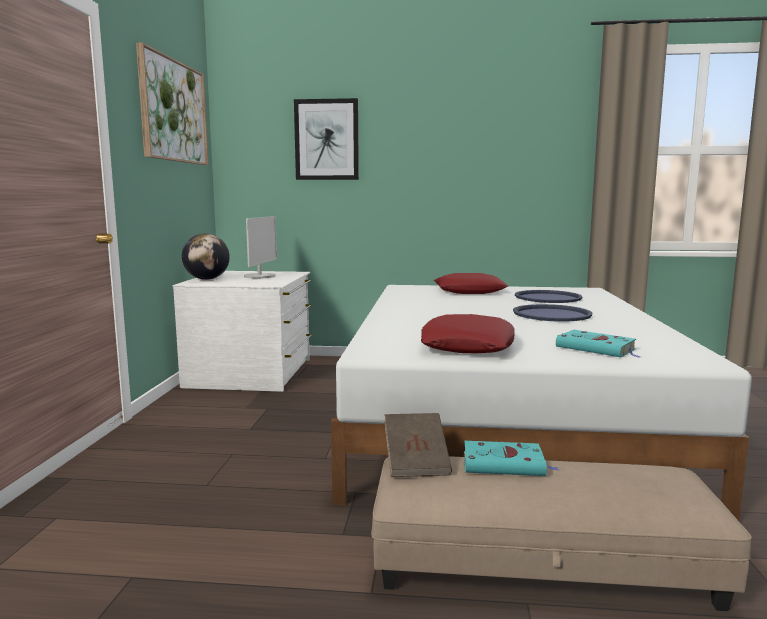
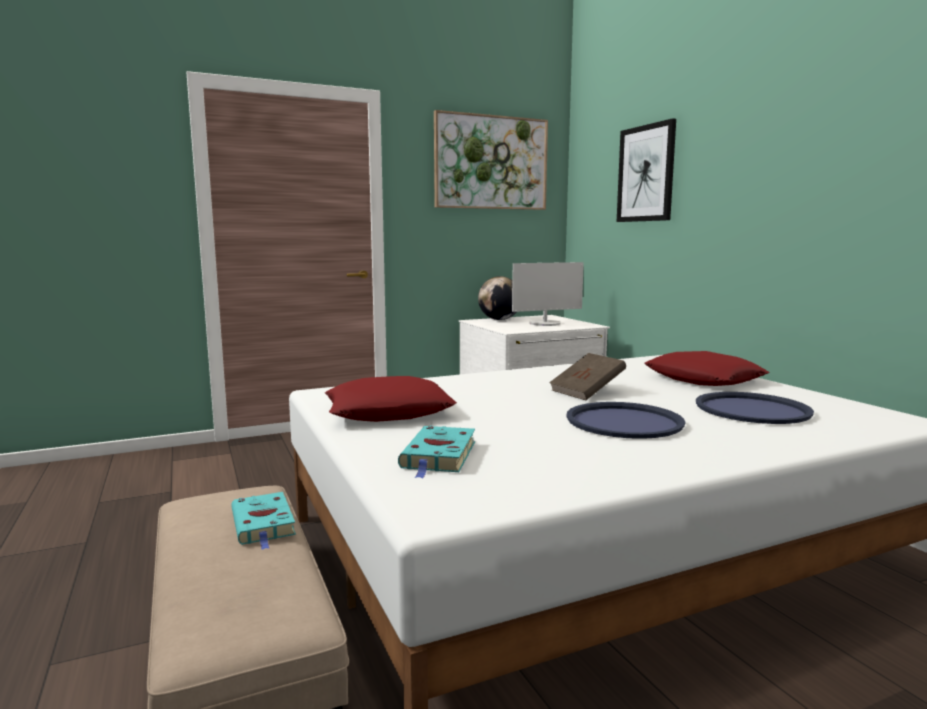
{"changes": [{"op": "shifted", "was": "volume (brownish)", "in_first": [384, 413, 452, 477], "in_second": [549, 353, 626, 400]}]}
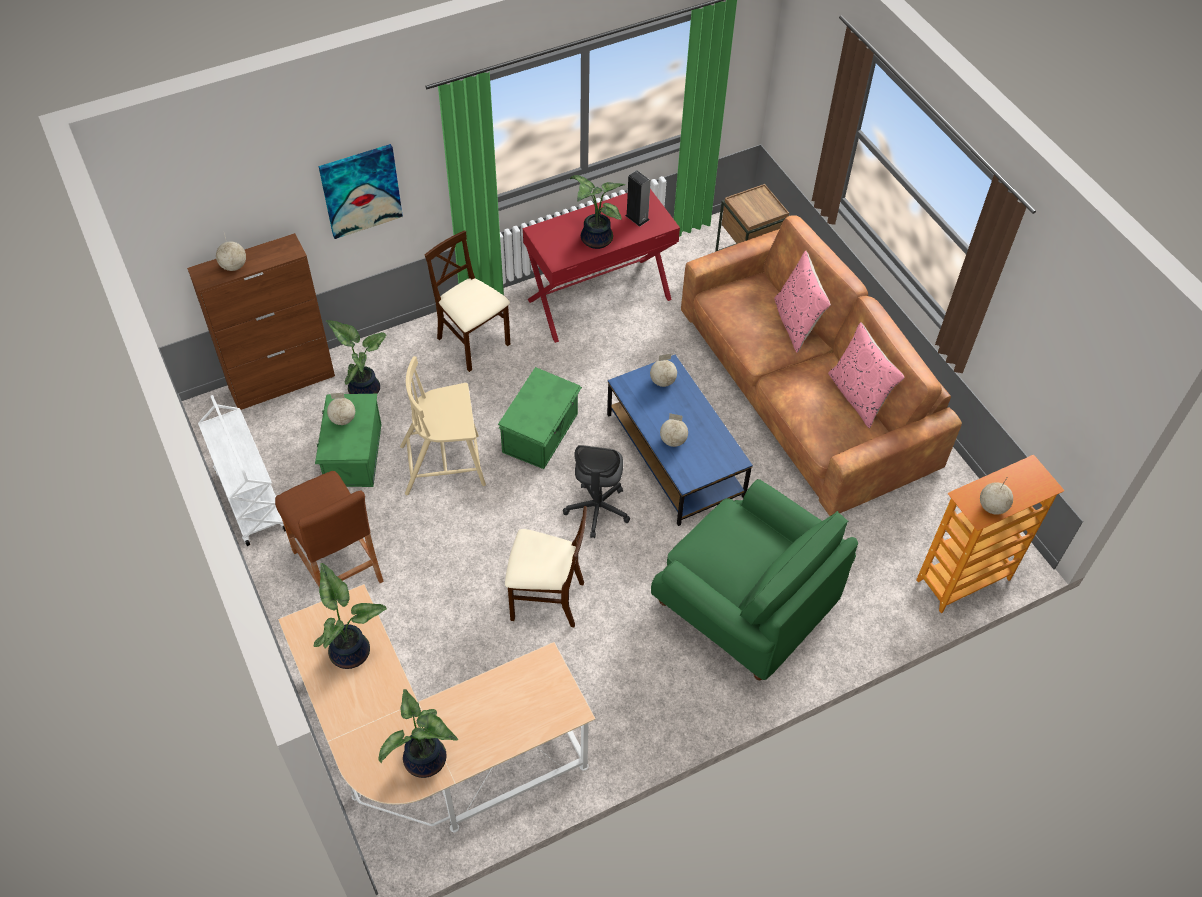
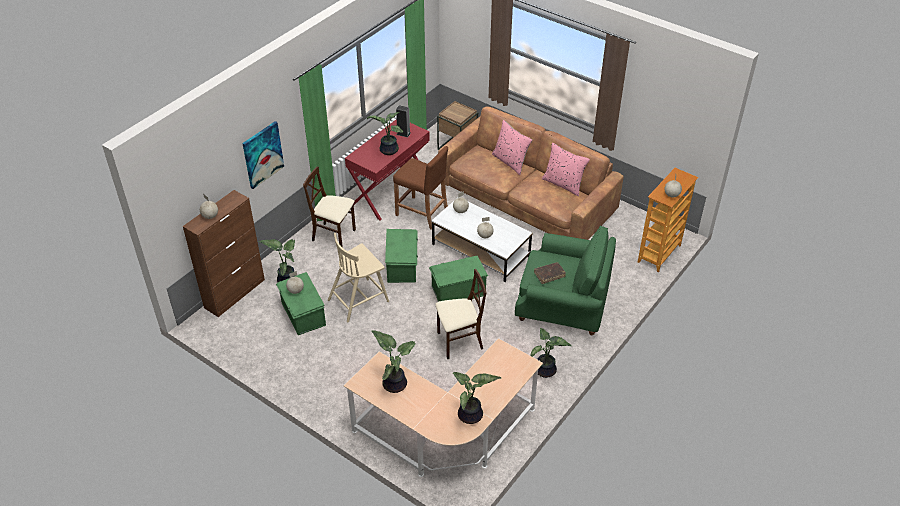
{"changes": [{"op": "gone", "was": "trolley (white-coloured)", "in_first": [198, 395, 286, 546]}, {"op": "shifted", "was": "stool seat (brownish)", "in_first": [275, 471, 384, 588], "in_second": [393, 146, 448, 230]}, {"op": "swapped", "was": "office chair (greyish)", "now": "storage container (green-coloured)", "in_first": [563, 445, 630, 538], "in_second": [429, 256, 488, 302]}, {"op": "repainted", "was": "low table (bluish)", "now": "low table (white-coloured)", "in_first": [607, 355, 753, 526], "in_second": [431, 197, 533, 282]}, {"op": "new", "now": "plant in a pot", "in_second": [530, 328, 572, 378]}, {"op": "new", "now": "volume (brownish)", "in_second": [534, 262, 566, 284]}]}
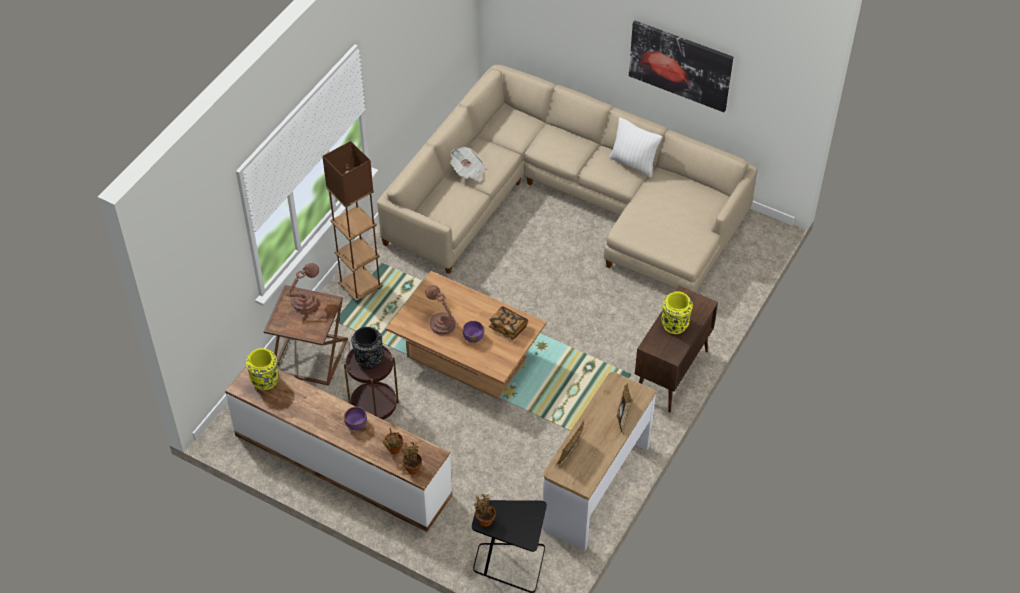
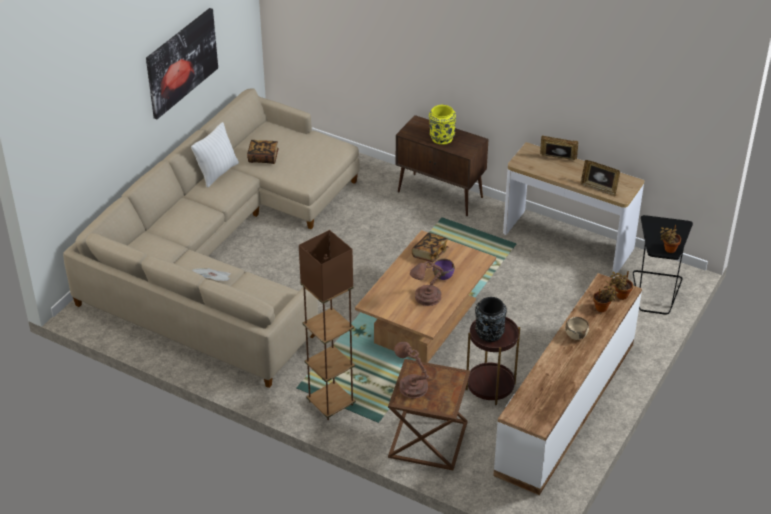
{"changes": [{"op": "gone", "was": "decorative vase (yellow-coloured)", "in_first": [246, 348, 279, 390]}, {"op": "repainted", "was": "deep dish (purplish)", "now": "deep dish (beige)", "in_first": [344, 407, 367, 430], "in_second": [565, 317, 589, 340]}, {"op": "new", "now": "volume", "in_second": [247, 140, 279, 164]}]}
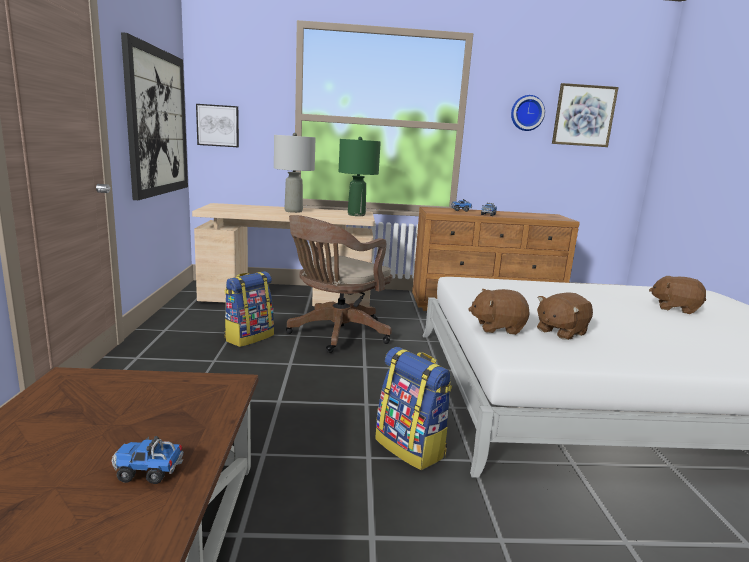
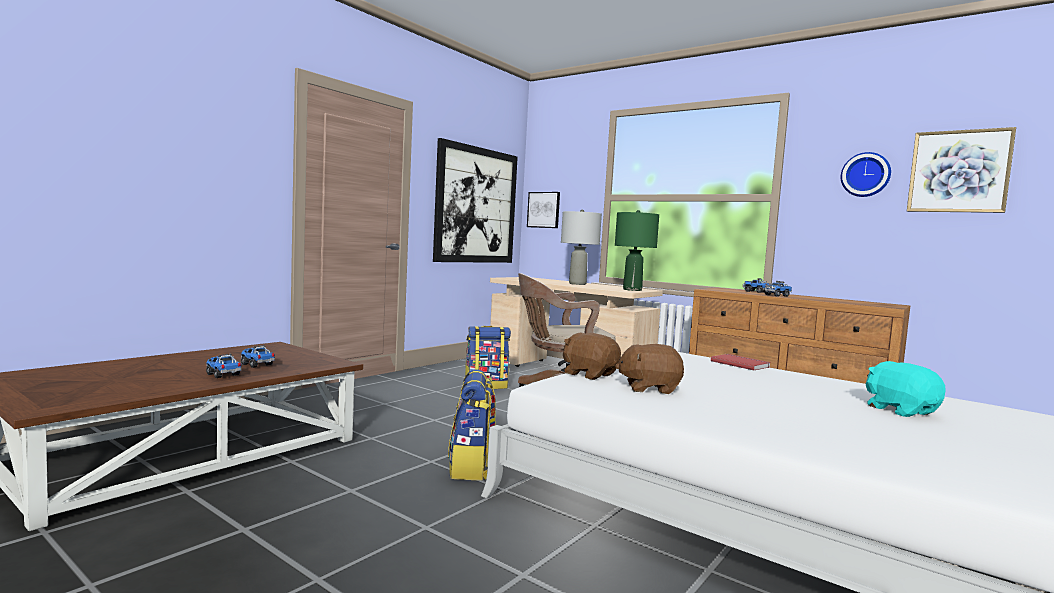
{"changes": [{"op": "repainted", "was": "plush toy (brownish)", "now": "plush toy (turquoise)", "in_first": [649, 276, 706, 314], "in_second": [866, 361, 946, 417]}, {"op": "new", "now": "toy truck", "in_second": [241, 345, 275, 368]}, {"op": "new", "now": "volume (red-coloured)", "in_second": [711, 354, 771, 370]}]}
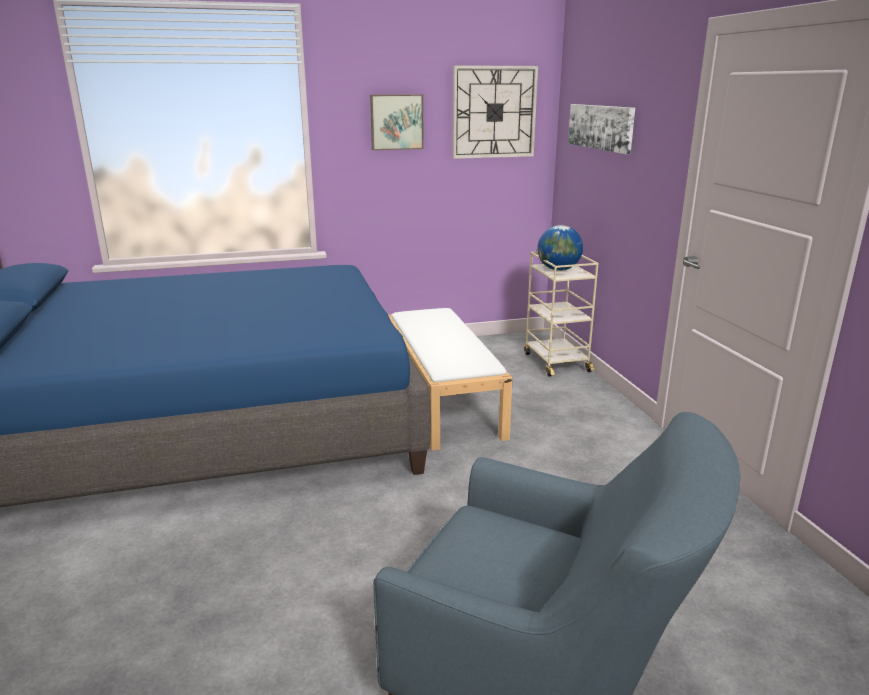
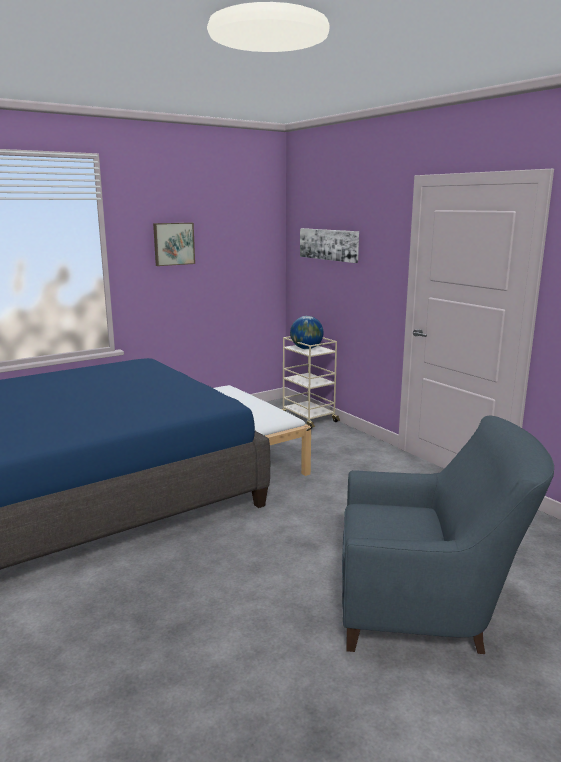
{"changes": [{"op": "gone", "was": "clock on the wall", "in_first": [453, 65, 538, 159]}]}
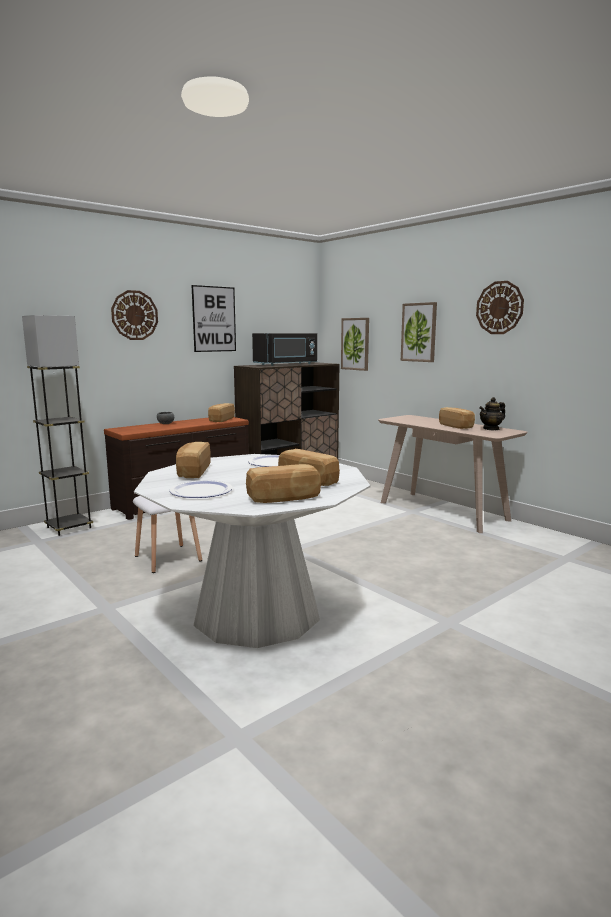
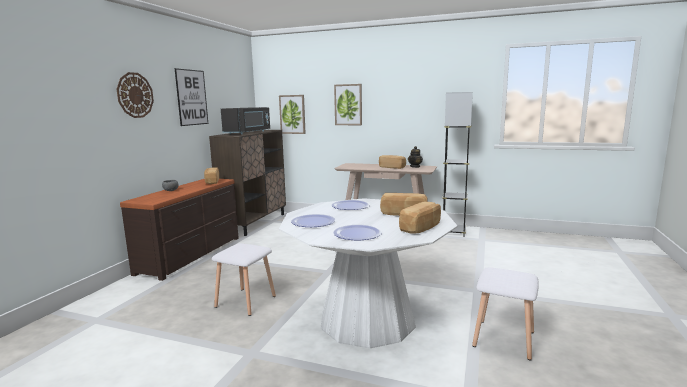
{"changes": [{"op": "shifted", "was": "standard lamp (greyish)", "in_first": [22, 315, 93, 536], "in_second": [442, 92, 473, 237]}, {"op": "swapped", "was": "bakery bread", "now": "dinner plate", "in_first": [176, 442, 211, 478], "in_second": [291, 214, 335, 227]}, {"op": "gone", "was": "clock on the wall", "in_first": [476, 281, 524, 334]}, {"op": "new", "now": "stool seat (white-coloured)", "in_second": [472, 267, 539, 360]}]}
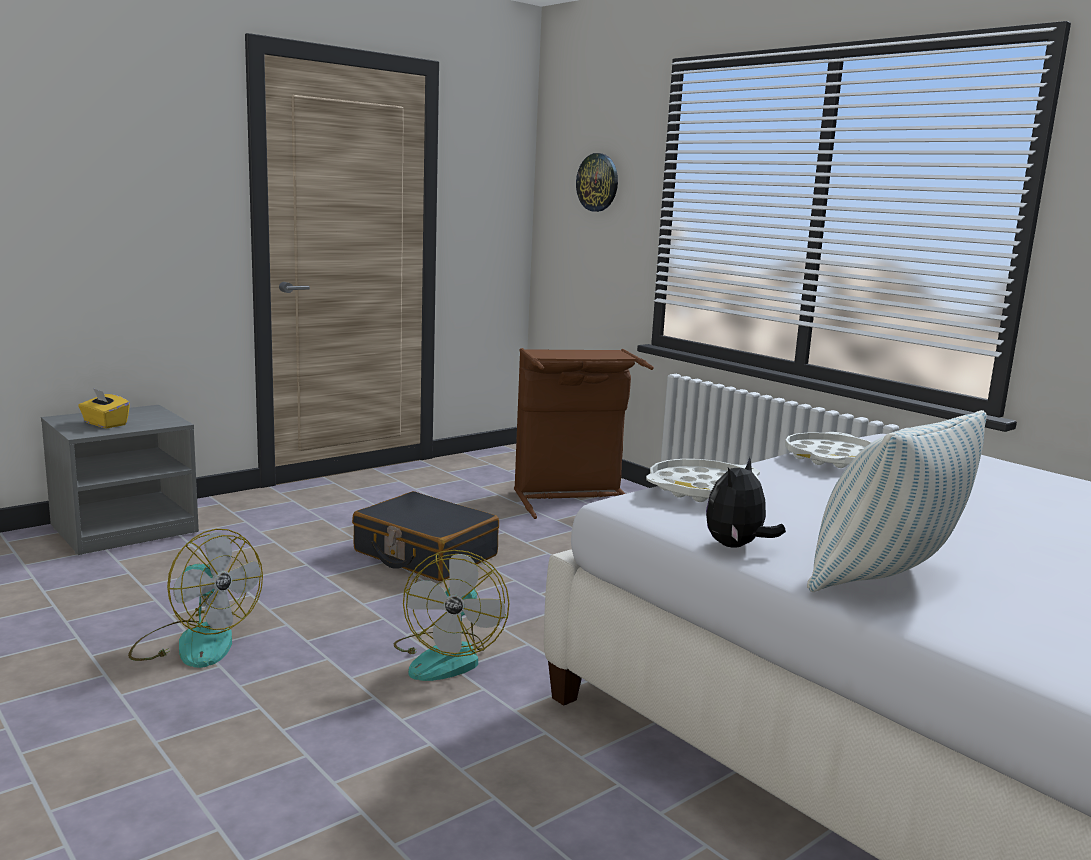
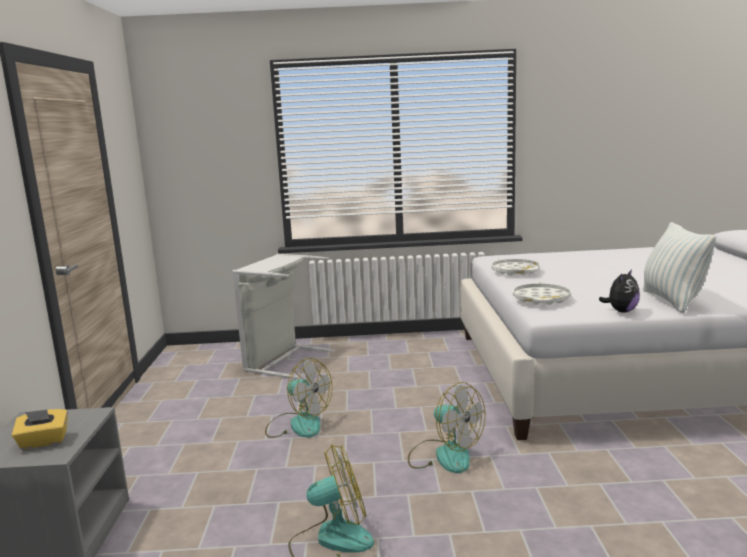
{"changes": [{"op": "swapped", "was": "piece of luggage (black)", "now": "cooling fan", "in_first": [352, 491, 499, 581], "in_second": [265, 358, 332, 438]}, {"op": "repainted", "was": "laundry basket (brownish)", "now": "laundry basket (greyish)", "in_first": [514, 348, 654, 519], "in_second": [232, 254, 335, 379]}, {"op": "gone", "was": "clock on the wall", "in_first": [576, 153, 618, 212]}, {"op": "rotated", "was": "plush toy", "in_first": [706, 457, 786, 548], "in_second": [599, 269, 640, 313], "clockwise": -120}]}
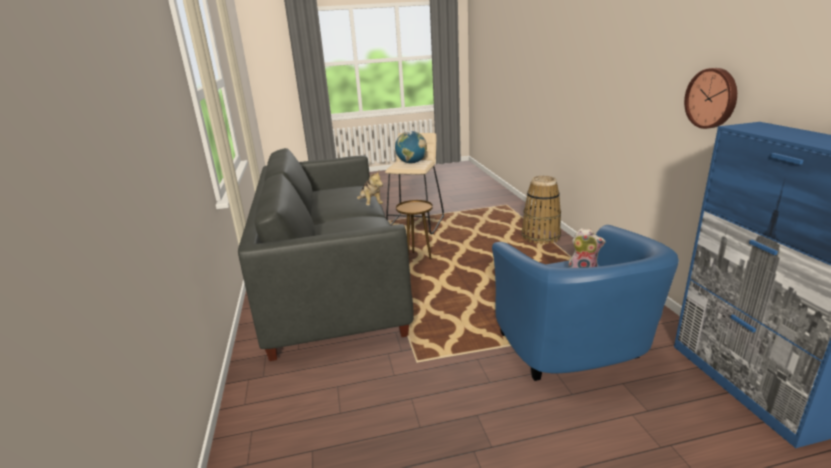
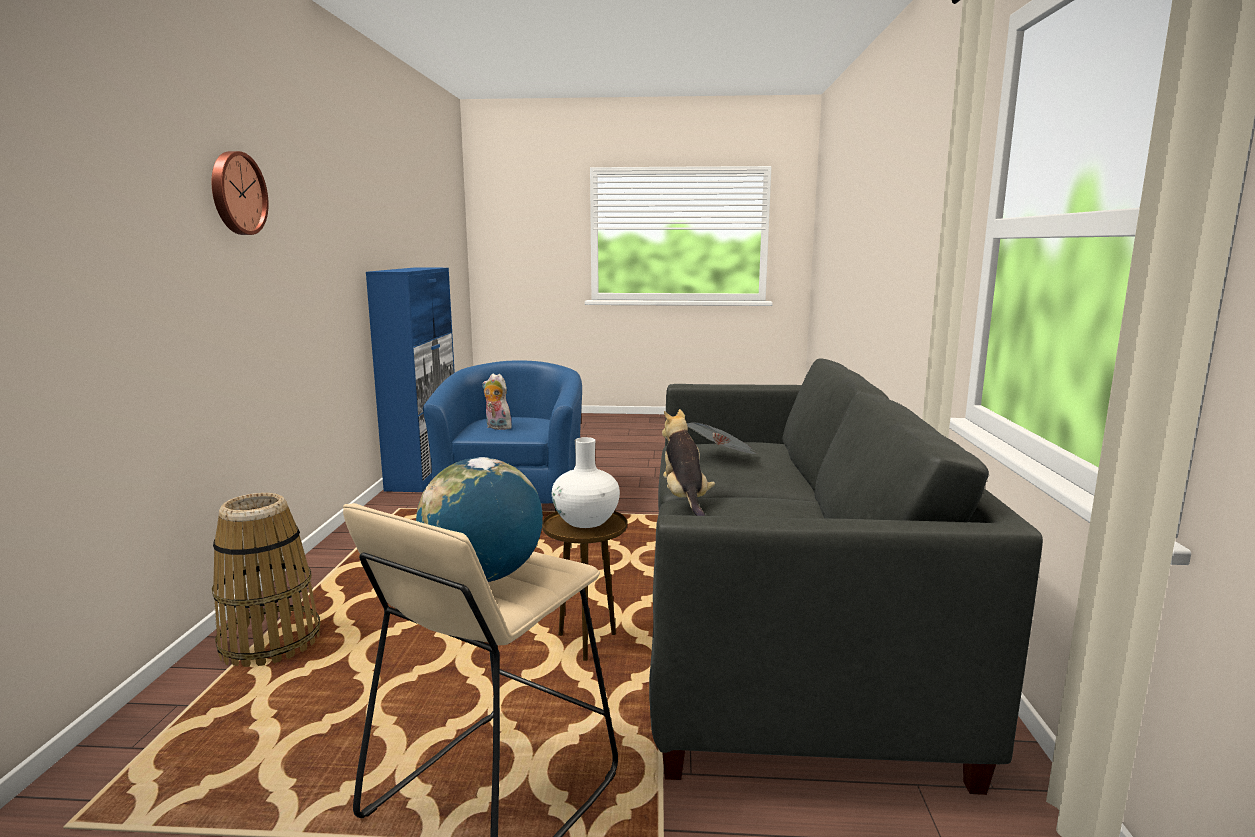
{"changes": [{"op": "shifted", "was": "clock on the wall", "in_first": [684, 68, 737, 129], "in_second": [212, 151, 269, 235]}, {"op": "new", "now": "decorative vase (white-coloured)", "in_second": [552, 437, 620, 528]}, {"op": "new", "now": "daily paper", "in_second": [687, 422, 757, 454]}]}
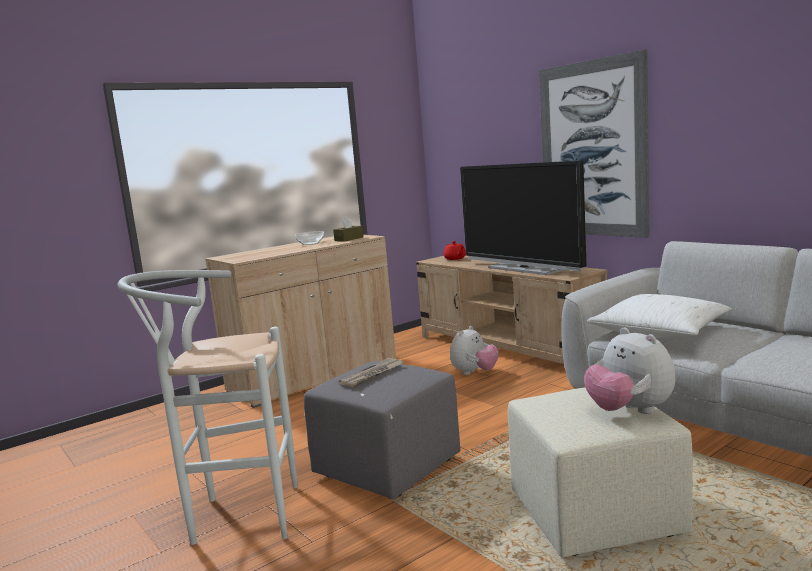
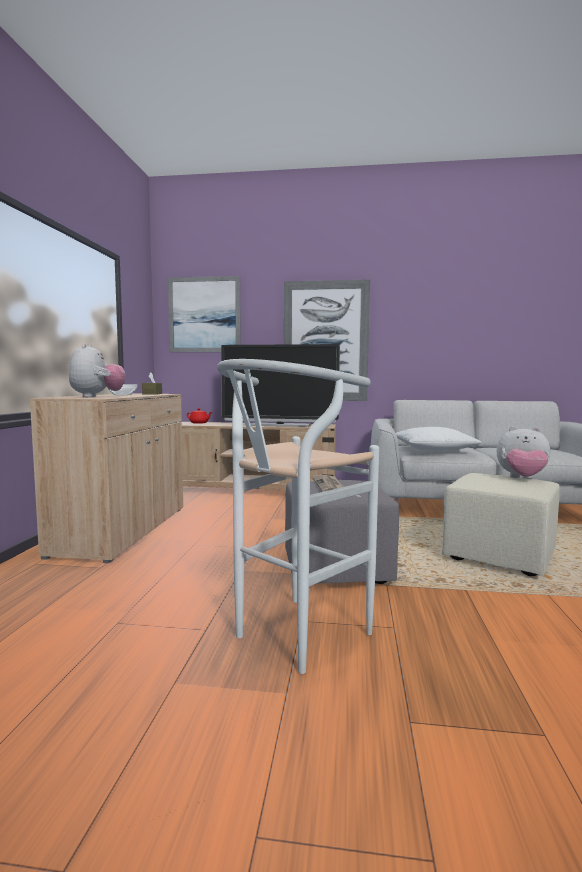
{"changes": [{"op": "shifted", "was": "plush toy", "in_first": [450, 326, 499, 375], "in_second": [69, 343, 125, 397]}, {"op": "new", "now": "wall art", "in_second": [168, 276, 241, 352]}]}
